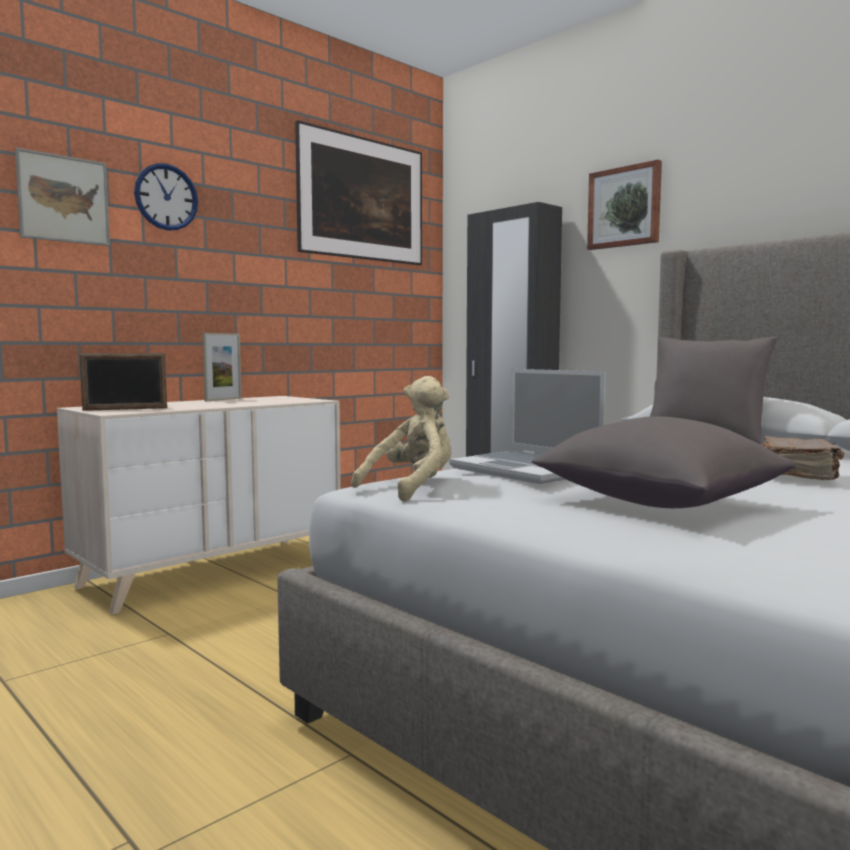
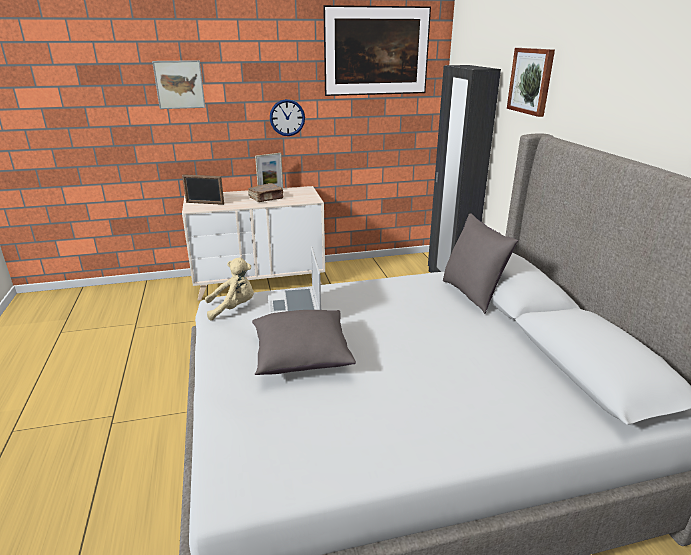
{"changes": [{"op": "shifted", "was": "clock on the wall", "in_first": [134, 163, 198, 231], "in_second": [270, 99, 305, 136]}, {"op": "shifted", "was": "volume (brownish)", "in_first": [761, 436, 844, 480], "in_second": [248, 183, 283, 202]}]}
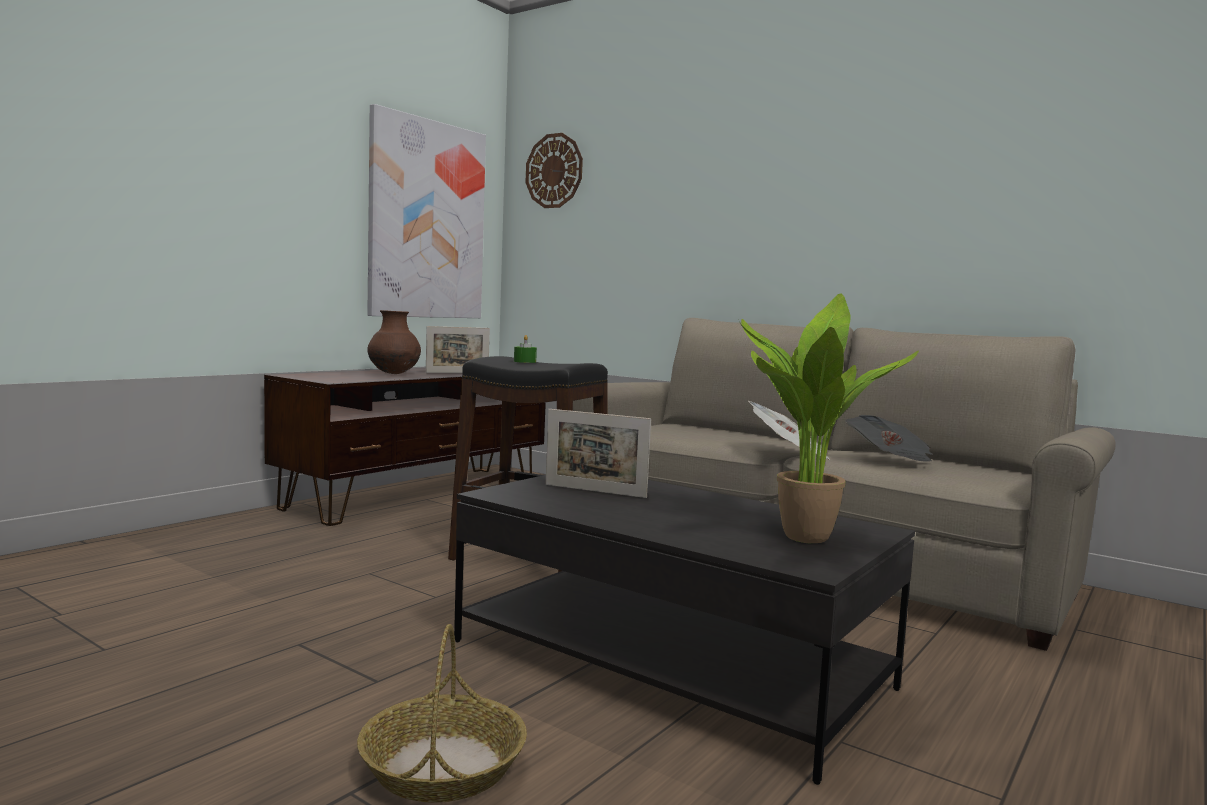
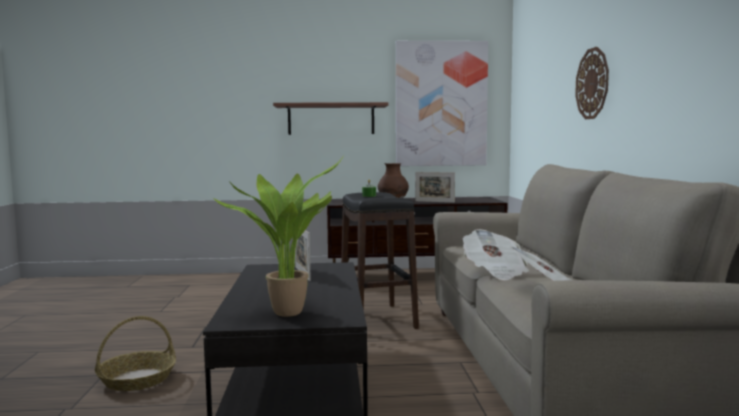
{"changes": [{"op": "shifted", "was": "clock on the wall", "in_first": [525, 133, 583, 208], "in_second": [575, 47, 609, 119]}, {"op": "new", "now": "shelf", "in_second": [273, 102, 389, 135]}]}
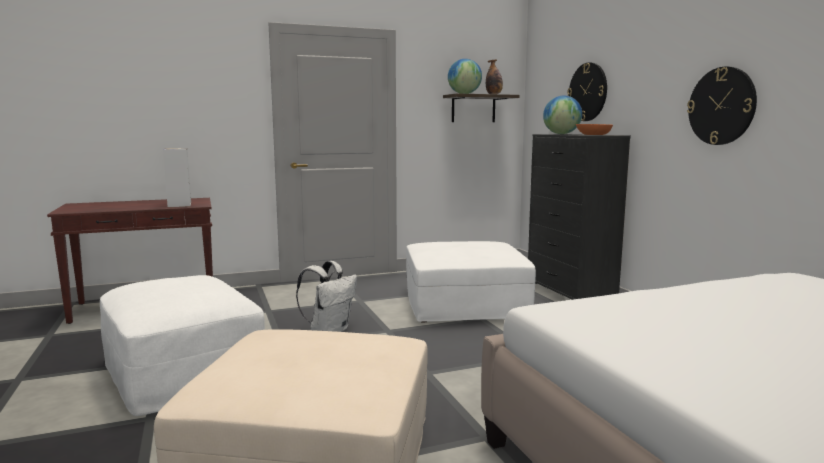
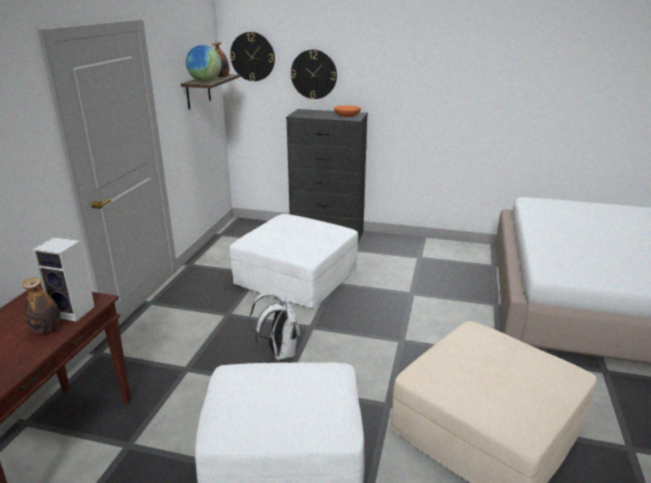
{"changes": [{"op": "gone", "was": "globe", "in_first": [543, 96, 582, 134]}, {"op": "shifted", "was": "clock on the wall", "in_first": [687, 66, 757, 145], "in_second": [230, 32, 275, 81]}, {"op": "new", "now": "beverage bottle", "in_second": [22, 277, 61, 334]}]}
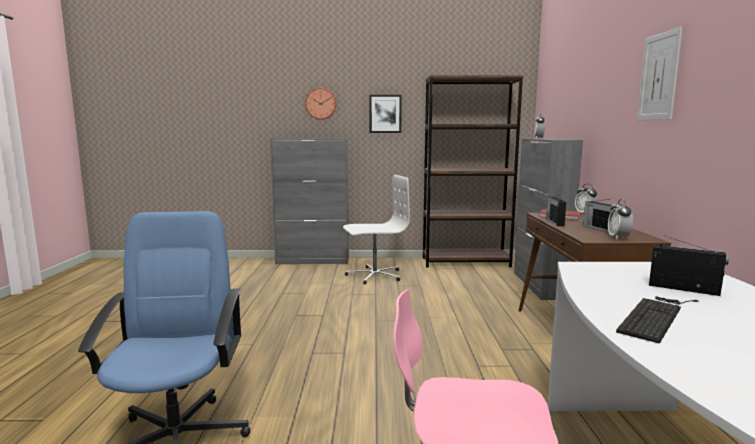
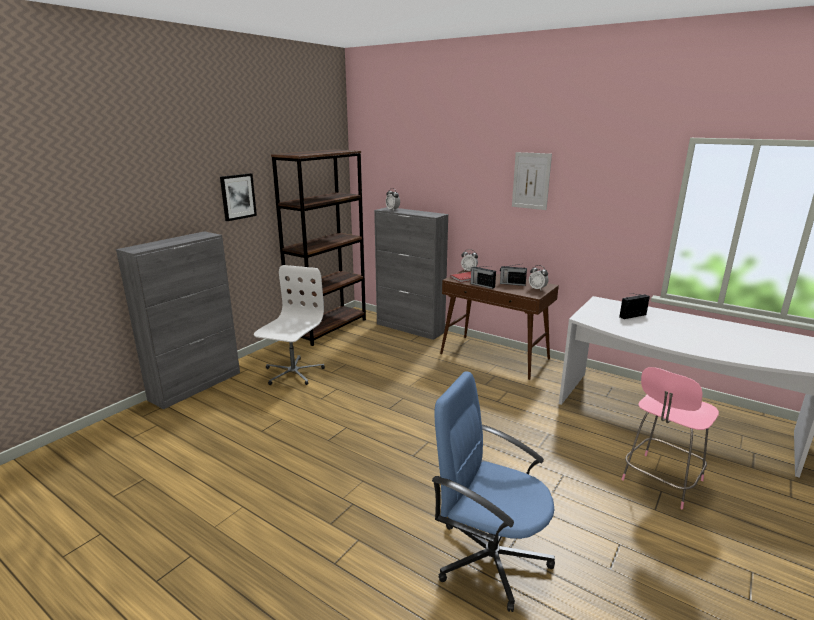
{"changes": [{"op": "gone", "was": "clock on the wall", "in_first": [305, 88, 336, 120]}, {"op": "gone", "was": "PC keyboard", "in_first": [616, 296, 698, 344]}]}
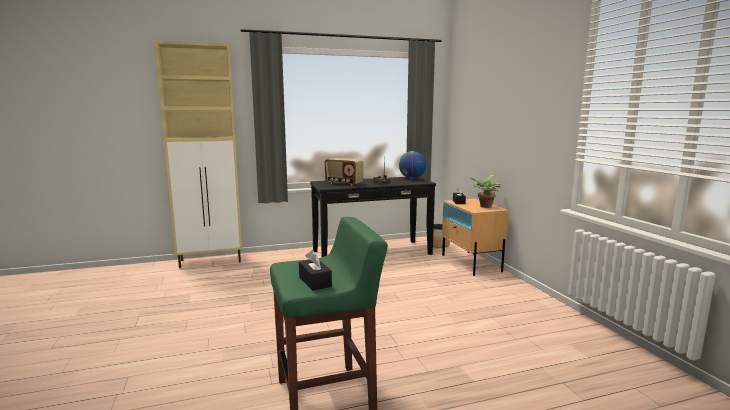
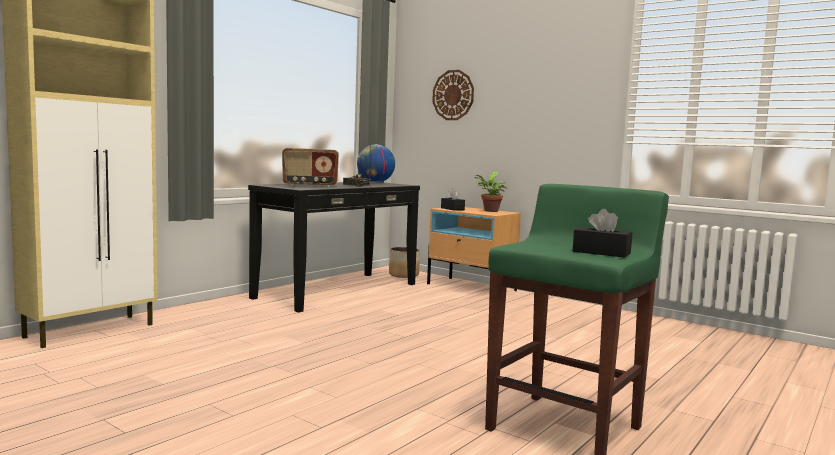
{"changes": [{"op": "new", "now": "clock on the wall", "in_second": [432, 70, 474, 120]}]}
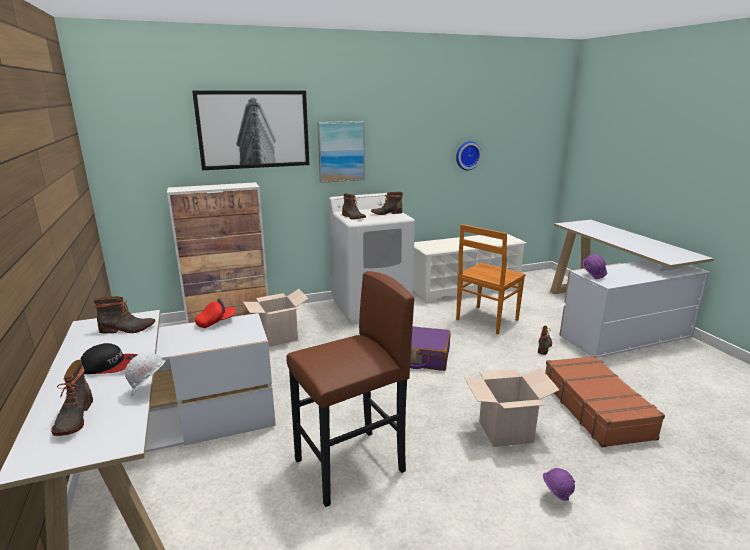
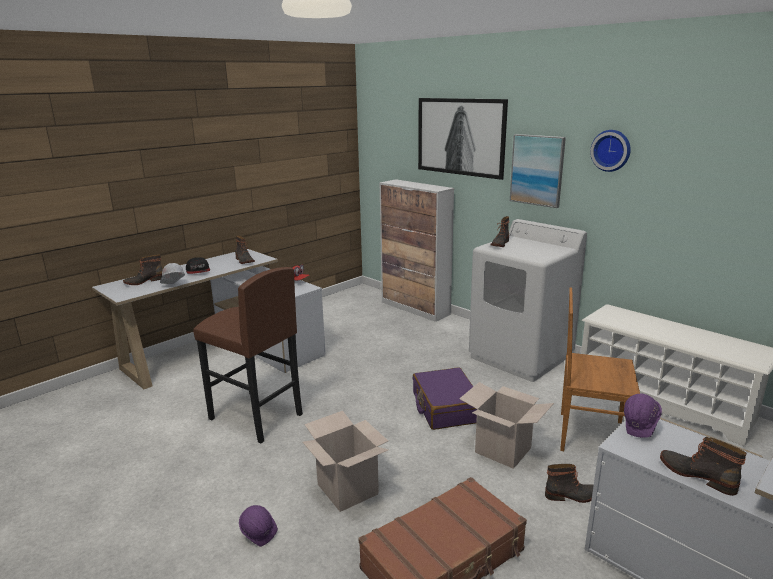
{"changes": [{"op": "shifted", "was": "carton", "in_first": [243, 289, 309, 347], "in_second": [459, 382, 554, 469]}, {"op": "shifted", "was": "high-top boot", "in_first": [371, 192, 403, 215], "in_second": [660, 437, 747, 496]}, {"op": "shifted", "was": "clock on the wall", "in_first": [456, 141, 482, 170], "in_second": [590, 130, 631, 172]}]}
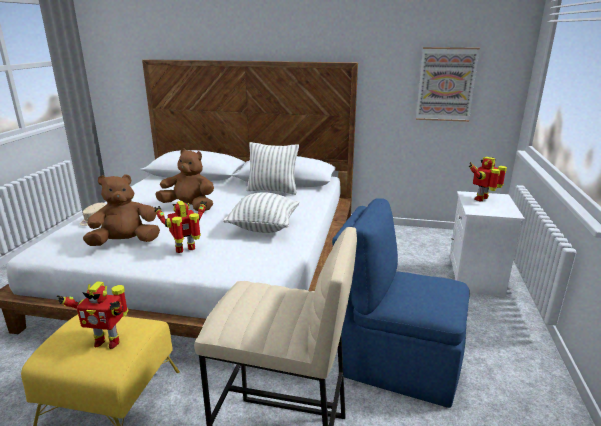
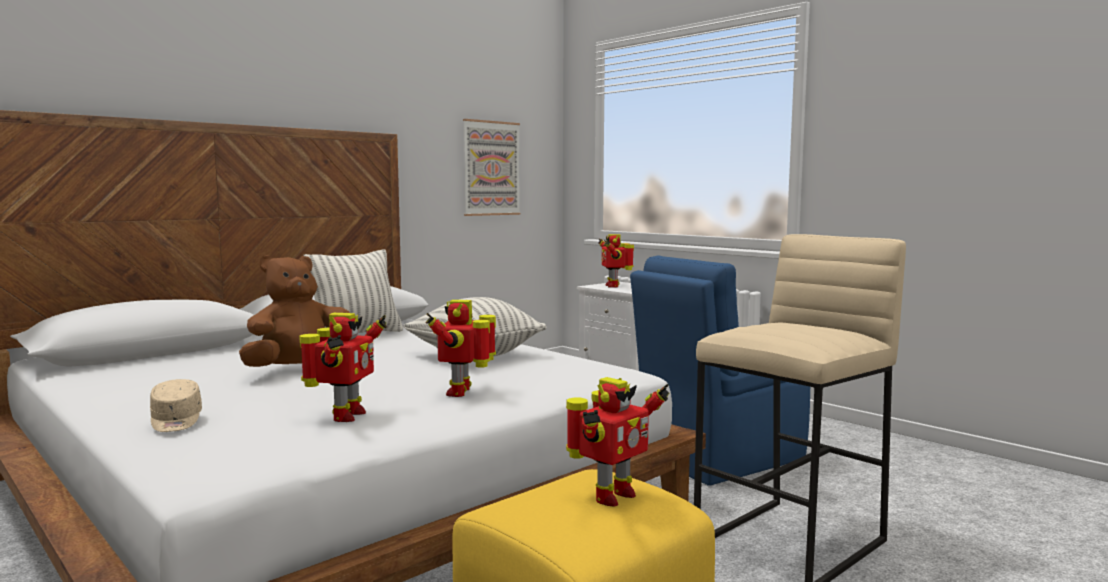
{"changes": [{"op": "swapped", "was": "plush toy (brownish)", "now": "model robot", "in_first": [83, 174, 160, 246], "in_second": [299, 313, 387, 422]}]}
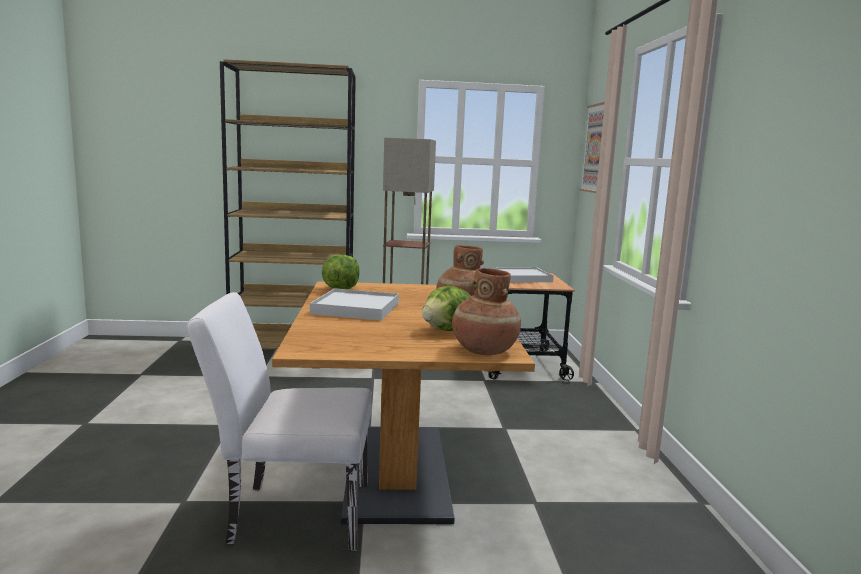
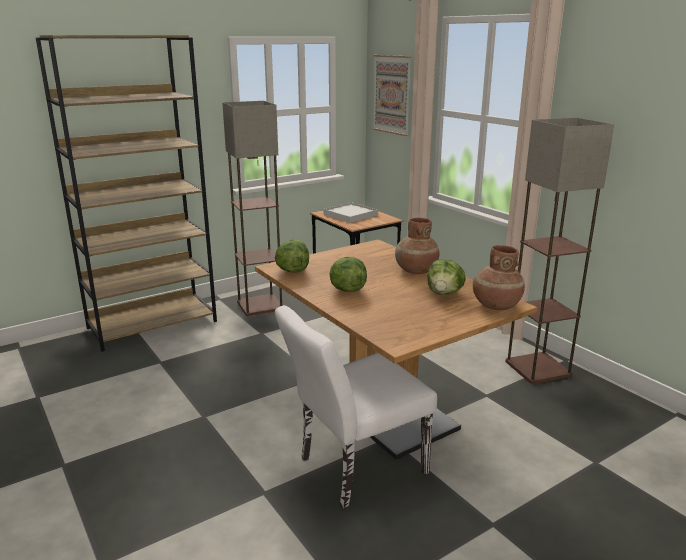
{"changes": [{"op": "swapped", "was": "serving tray (white-coloured)", "now": "head of lettuce", "in_first": [310, 288, 399, 321], "in_second": [329, 257, 367, 292]}, {"op": "new", "now": "standard lamp", "in_second": [505, 118, 614, 384]}]}
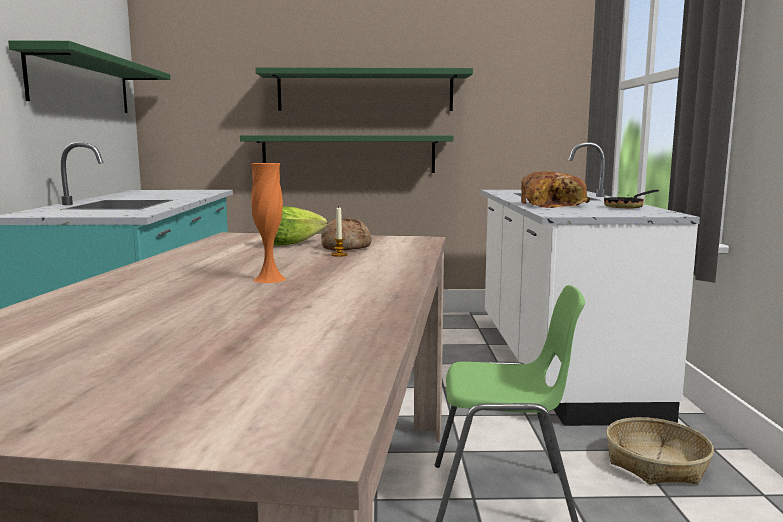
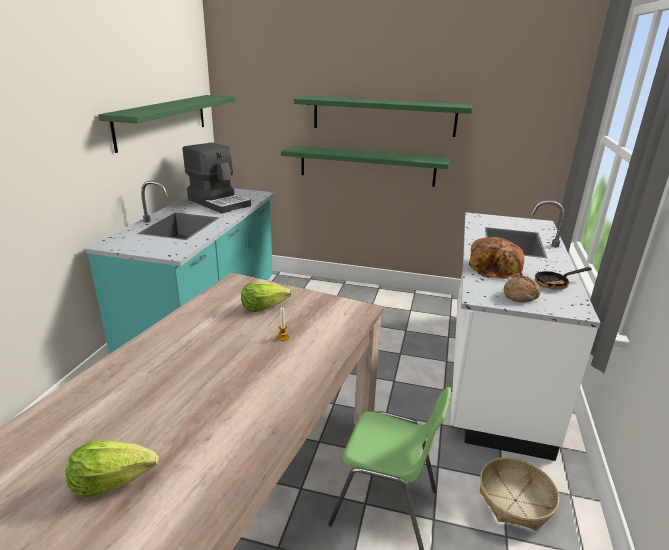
{"changes": [{"op": "gone", "was": "decorative vase (orange)", "in_first": [251, 163, 286, 283]}, {"op": "shifted", "was": "bakery bread", "in_first": [321, 218, 372, 251], "in_second": [504, 275, 540, 303]}, {"op": "new", "now": "head of lettuce", "in_second": [66, 441, 159, 497]}, {"op": "new", "now": "coffee brewer", "in_second": [183, 142, 251, 213]}]}
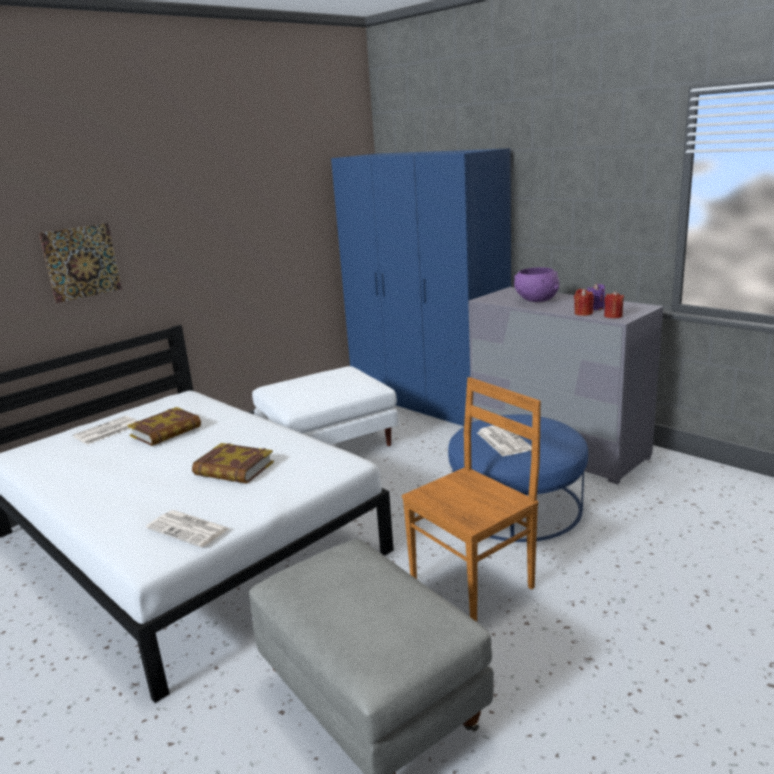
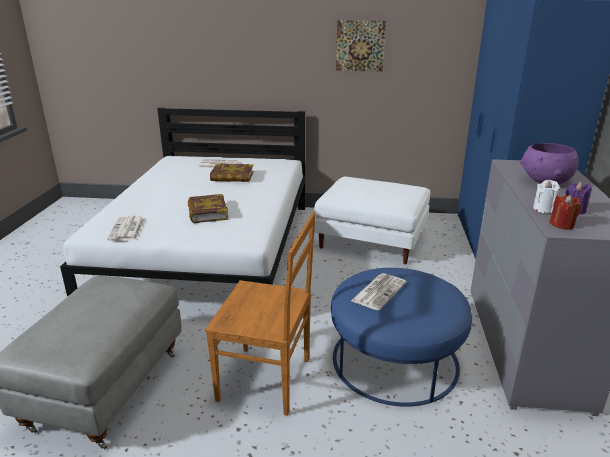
{"changes": [{"op": "shifted", "was": "wall art", "in_first": [39, 223, 122, 303], "in_second": [336, 20, 386, 72]}, {"op": "repainted", "was": "wax candle (red-coloured)", "now": "wax candle (white-coloured)", "in_first": [574, 289, 594, 316], "in_second": [533, 180, 560, 213]}]}
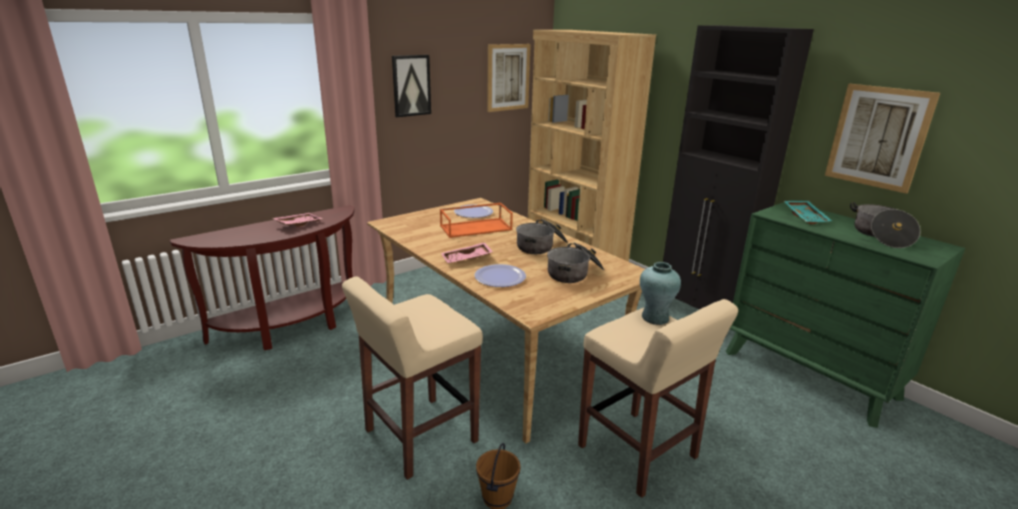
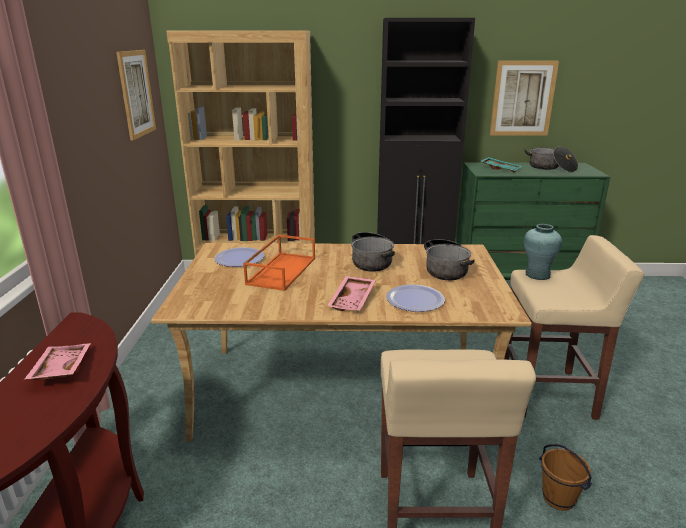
{"changes": [{"op": "gone", "was": "wall art", "in_first": [392, 55, 431, 117]}]}
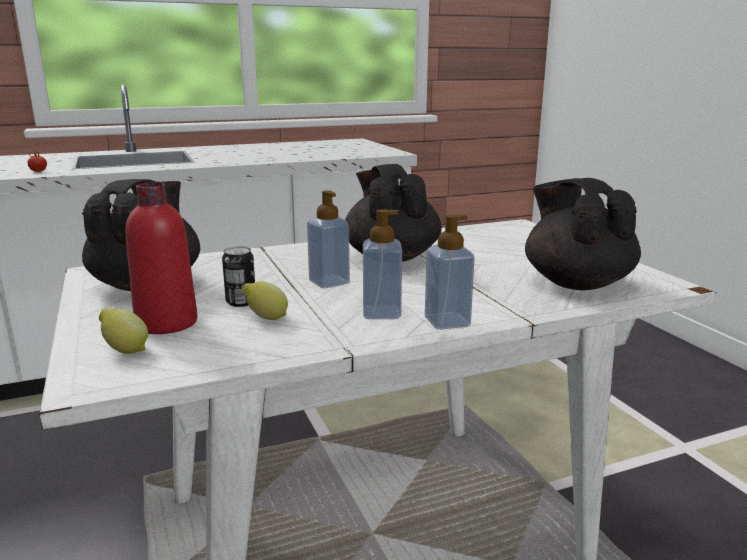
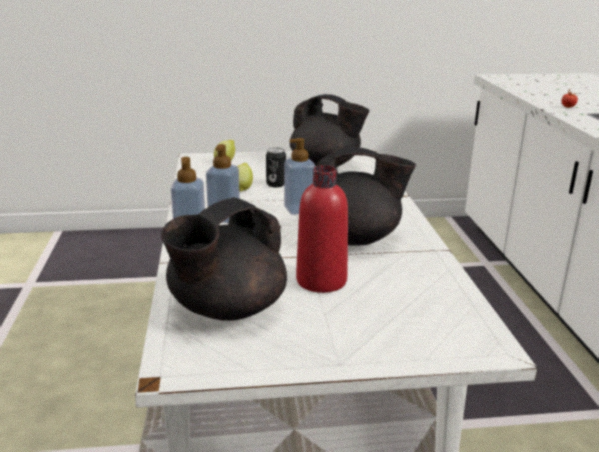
{"changes": [{"op": "shifted", "was": "beverage bottle (red-coloured)", "in_first": [126, 182, 197, 334], "in_second": [296, 165, 348, 293]}, {"op": "rotated", "was": "teapot (black)", "in_first": [525, 178, 641, 290], "in_second": [161, 197, 287, 321], "clockwise": 135}]}
